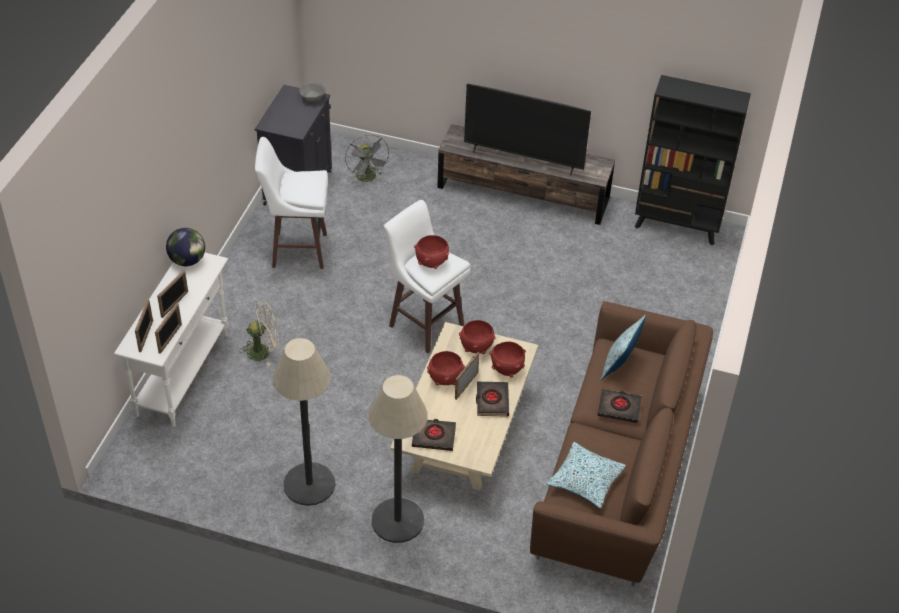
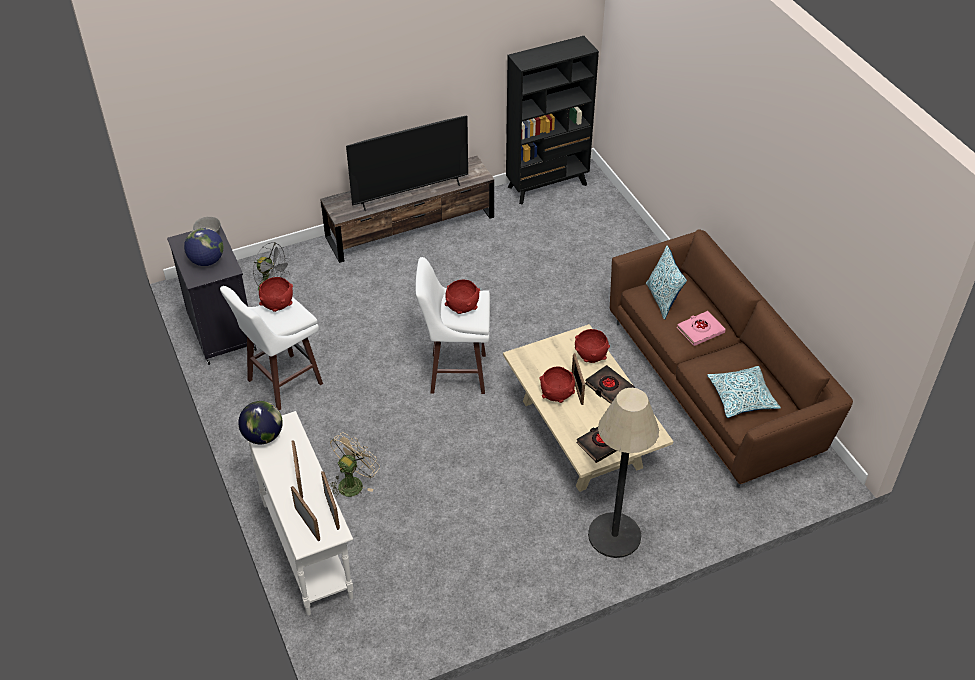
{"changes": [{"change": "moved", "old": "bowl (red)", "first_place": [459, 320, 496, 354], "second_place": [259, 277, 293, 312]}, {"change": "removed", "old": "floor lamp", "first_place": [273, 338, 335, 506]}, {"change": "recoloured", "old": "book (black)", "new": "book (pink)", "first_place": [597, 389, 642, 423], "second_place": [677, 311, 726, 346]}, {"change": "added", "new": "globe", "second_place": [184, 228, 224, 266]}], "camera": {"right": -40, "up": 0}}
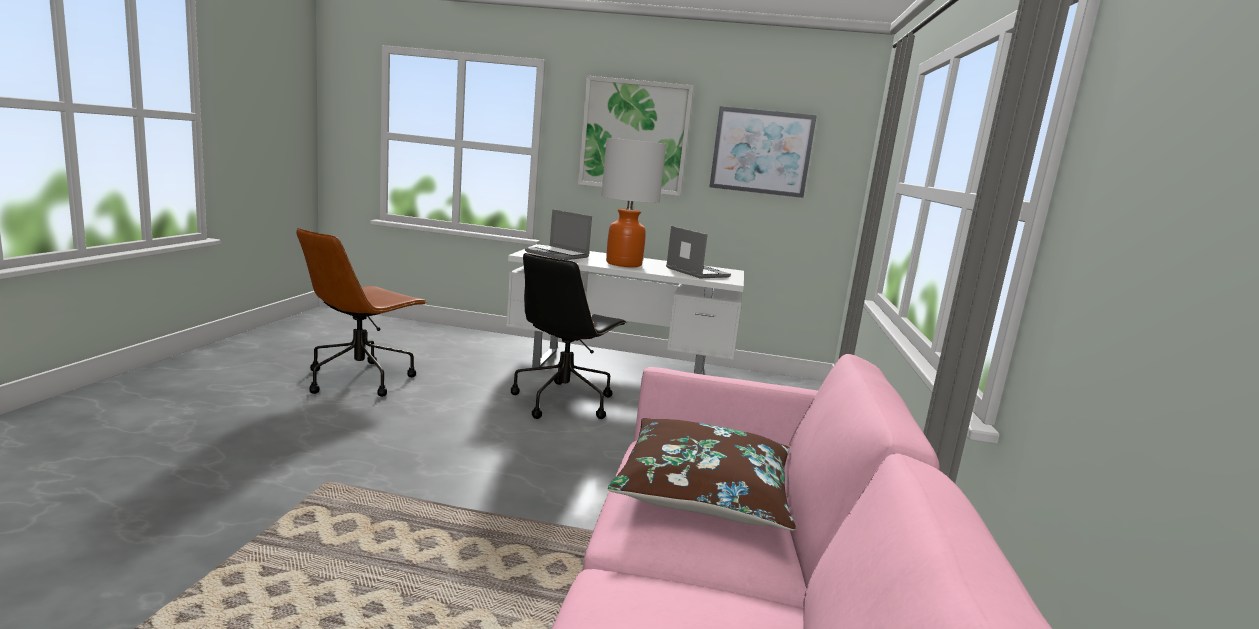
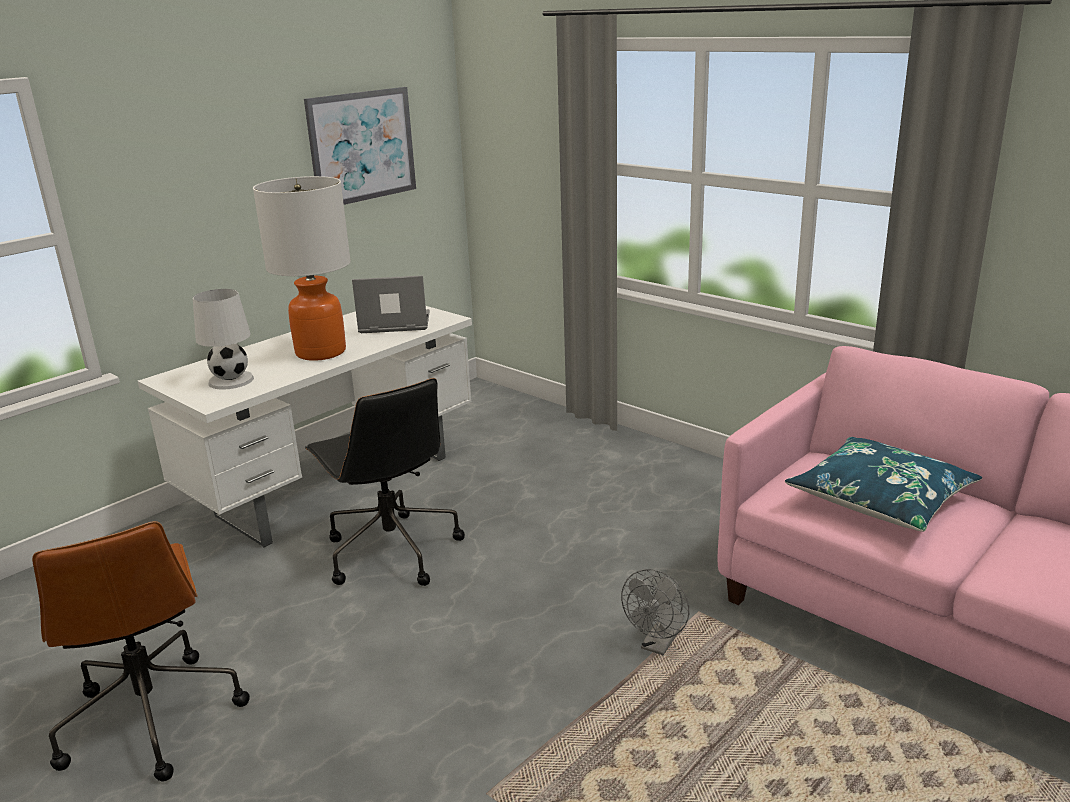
{"changes": [{"change": "removed", "old": "picture", "first_place": [578, 76, 694, 196]}, {"change": "replaced", "old": "laptop", "new": "table lamp (white)", "first_place": [525, 209, 592, 260], "second_place": [193, 289, 254, 389]}, {"change": "recoloured", "old": "pillow (brown)", "new": "pillow (blue)", "first_place": [608, 418, 796, 531], "second_place": [785, 437, 982, 532]}, {"change": "added", "new": "fan (grey)", "second_place": [621, 569, 689, 655]}], "camera": {"right": -55, "up": 10}}
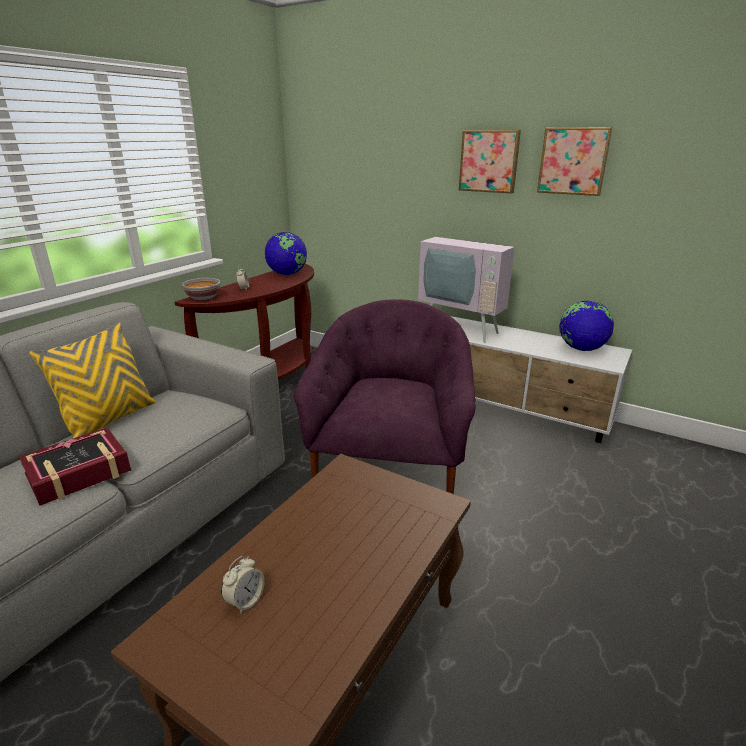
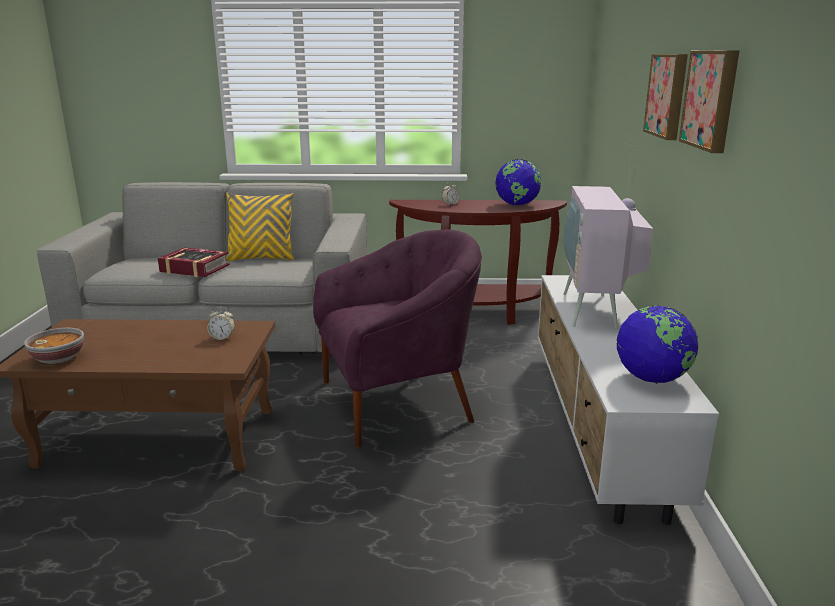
{"changes": [{"change": "moved", "old": "bowl", "first_place": [182, 278, 221, 300], "second_place": [24, 328, 84, 364]}, {"change": "moved", "old": "alarm clock", "first_place": [221, 556, 265, 614], "second_place": [207, 307, 235, 340]}], "camera": {"right": 60, "up": -5}}
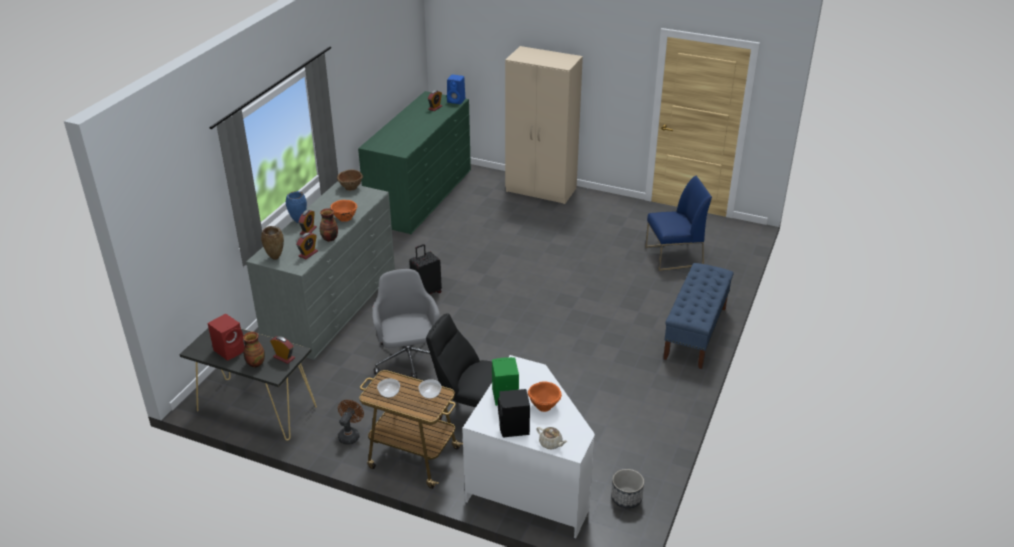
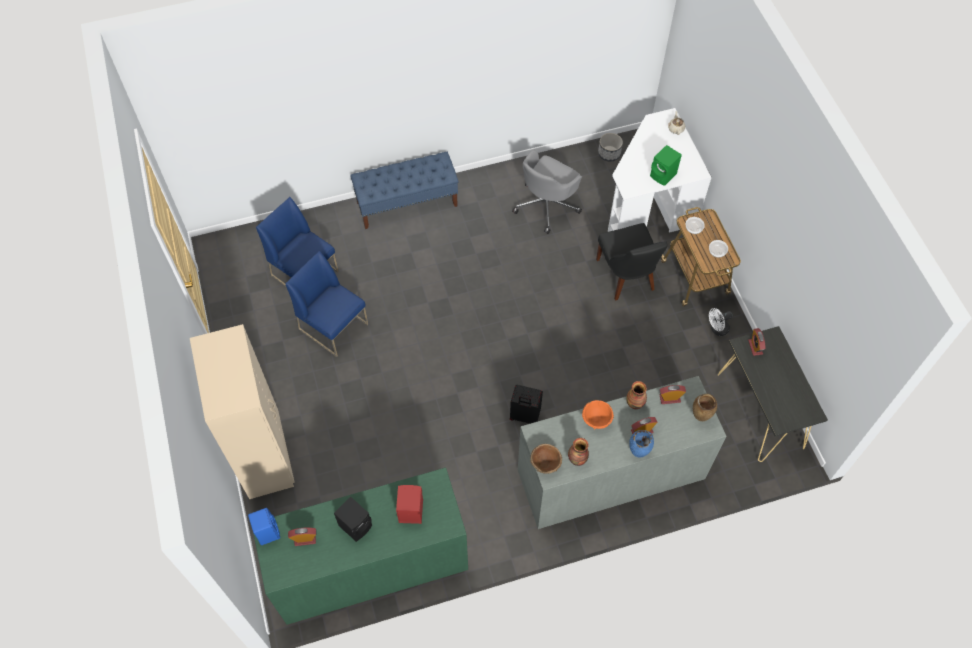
{"changes": [{"change": "moved", "old": "office chair (grey)", "first_place": [372, 269, 440, 379], "second_place": [512, 149, 582, 234]}, {"change": "moved", "old": "speaker (red)", "first_place": [208, 313, 244, 361], "second_place": [396, 485, 423, 524]}, {"change": "moved", "old": "vase", "first_place": [243, 332, 265, 367], "second_place": [568, 438, 589, 466]}, {"change": "removed", "old": "bowl (orange)", "first_place": [528, 381, 562, 412]}, {"change": "moved", "old": "speaker (black)", "first_place": [498, 389, 530, 438], "second_place": [334, 497, 372, 542]}, {"change": "recoloured", "old": "fan (brown)", "new": "fan (white)", "first_place": [338, 400, 364, 445], "second_place": [709, 308, 733, 336]}, {"change": "added", "new": "chair (blue)", "second_place": [285, 251, 368, 357]}], "camera": {"right": -130, "up": 25}}
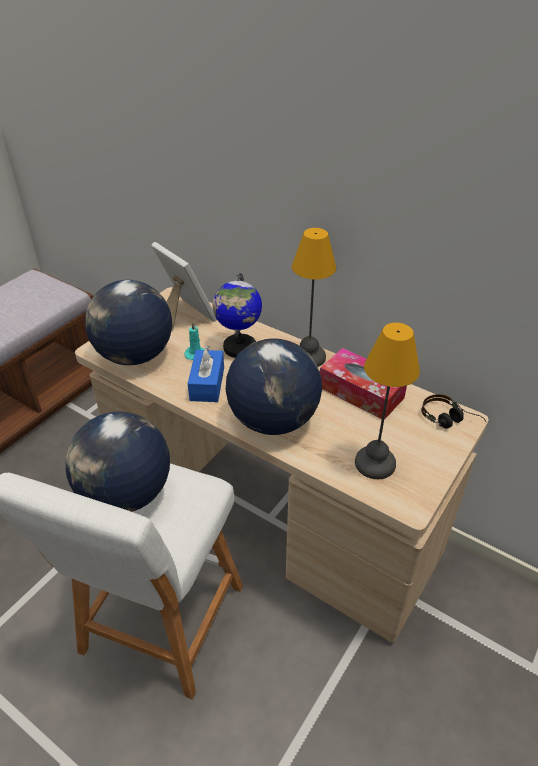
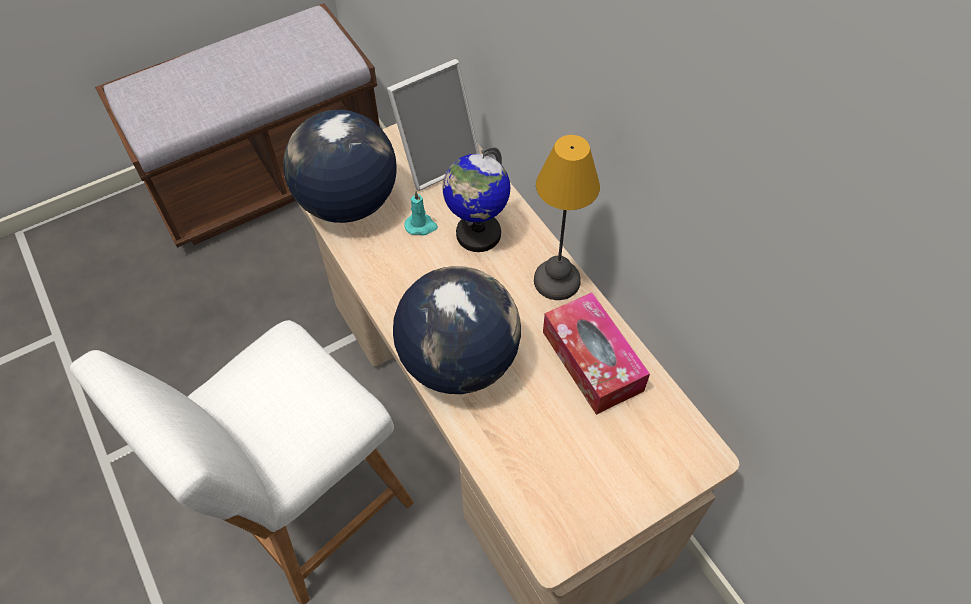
{"changes": [{"change": "turned", "old": "picture frame", "first_place": [151, 242, 217, 331], "second_place": [387, 59, 480, 191], "degrees": 75}, {"change": "removed", "old": "table lamp", "first_place": [355, 323, 420, 479]}, {"change": "removed", "old": "tissue box (blue)", "first_place": [188, 346, 224, 402]}, {"change": "removed", "old": "headphones", "first_place": [421, 394, 486, 429]}, {"change": "removed", "old": "globe", "first_place": [65, 411, 170, 512]}], "camera": {"right": 25, "up": 15}}
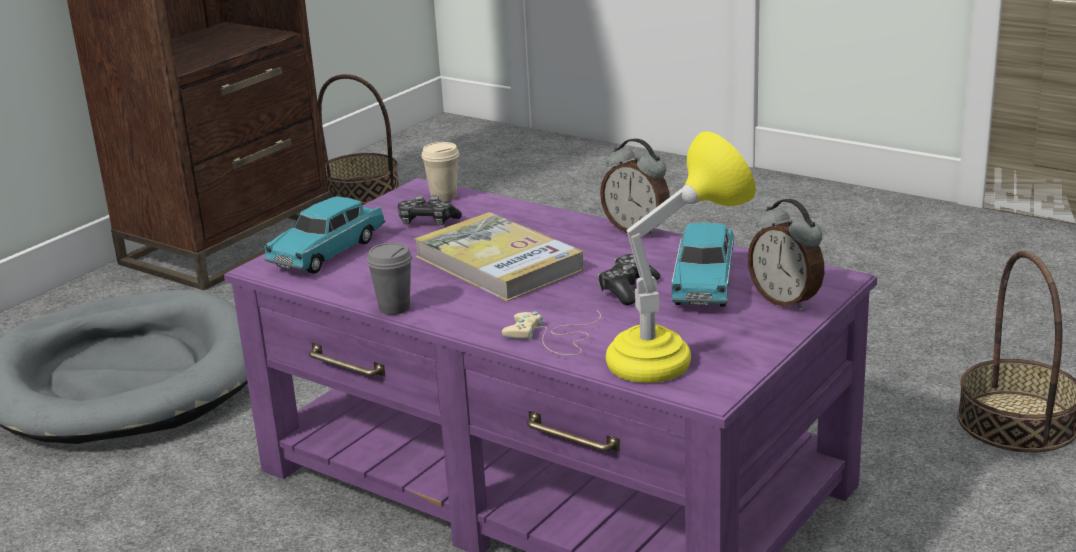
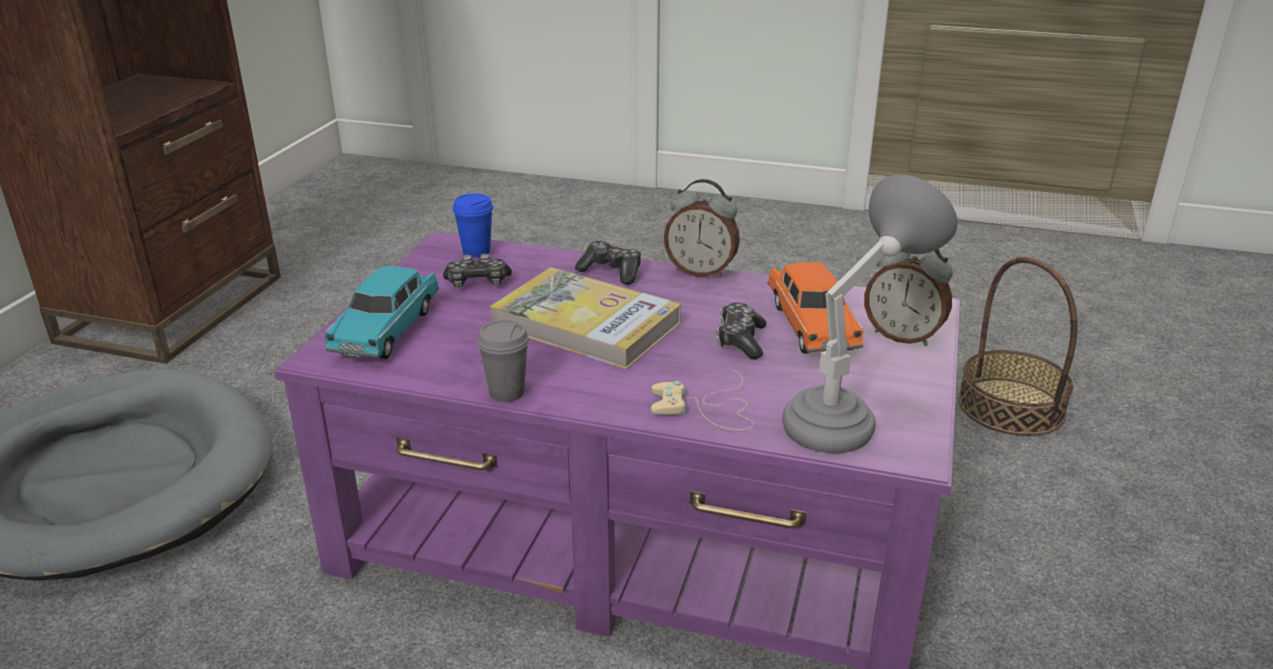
{"changes": [{"change": "removed", "old": "basket", "first_place": [318, 74, 400, 205]}, {"change": "recoloured", "old": "table lamp (yellow)", "new": "table lamp (grey)", "first_place": [606, 131, 756, 383], "second_place": [782, 175, 957, 453]}, {"change": "recoloured", "old": "cup (beige)", "new": "cup (blue)", "first_place": [421, 142, 459, 201], "second_place": [453, 194, 494, 258]}, {"change": "recoloured", "old": "toy car (turquoise)", "new": "toy car (orange)", "first_place": [672, 223, 734, 307], "second_place": [768, 262, 864, 354]}, {"change": "added", "new": "game controller", "second_place": [575, 241, 641, 285]}], "camera": {"right": -20, "up": 5}}
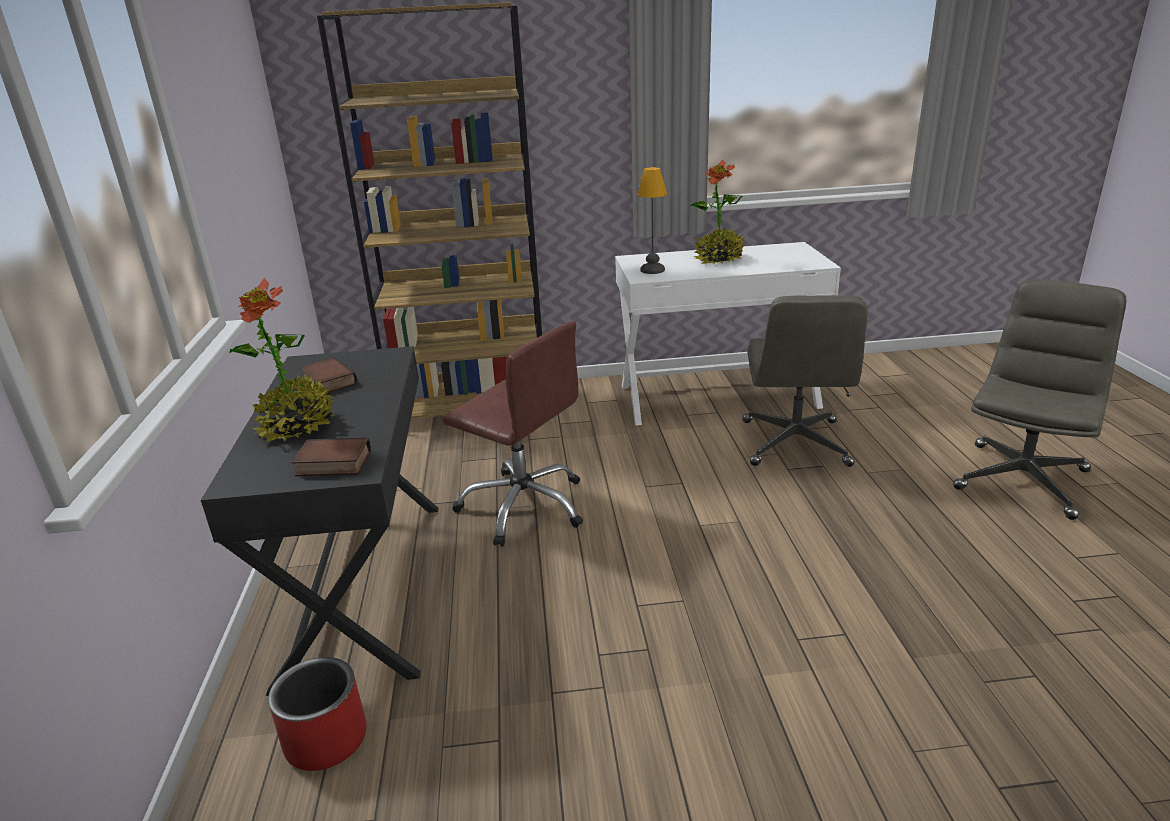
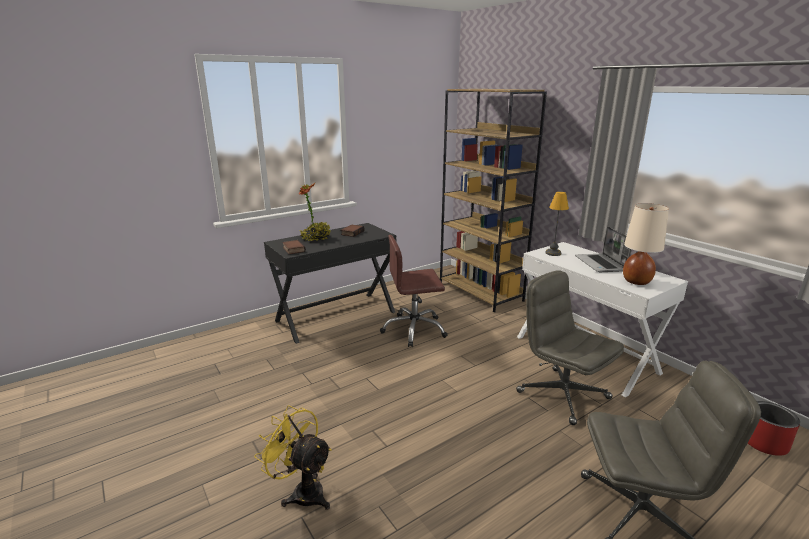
{"changes": [{"change": "replaced", "old": "potted plant", "new": "laptop", "first_place": [691, 160, 745, 264], "second_place": [575, 226, 632, 272]}, {"change": "turned", "old": "office chair (grey)", "first_place": [743, 295, 868, 467], "second_place": [516, 270, 624, 425], "degrees": 75}, {"change": "turned", "old": "office chair (brown)", "first_place": [443, 321, 583, 547], "second_place": [380, 235, 448, 347], "degrees": 75}, {"change": "moved", "old": "planter (red)", "first_place": [268, 657, 367, 771], "second_place": [748, 401, 800, 456]}, {"change": "added", "new": "table lamp (beige)", "second_place": [623, 203, 669, 285]}, {"change": "added", "new": "fan (yellow)", "second_place": [255, 405, 332, 510]}], "camera": {"right": 60, "up": -5}}
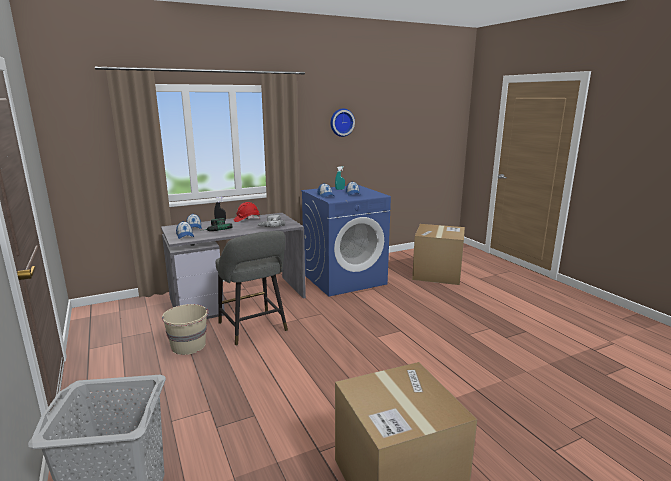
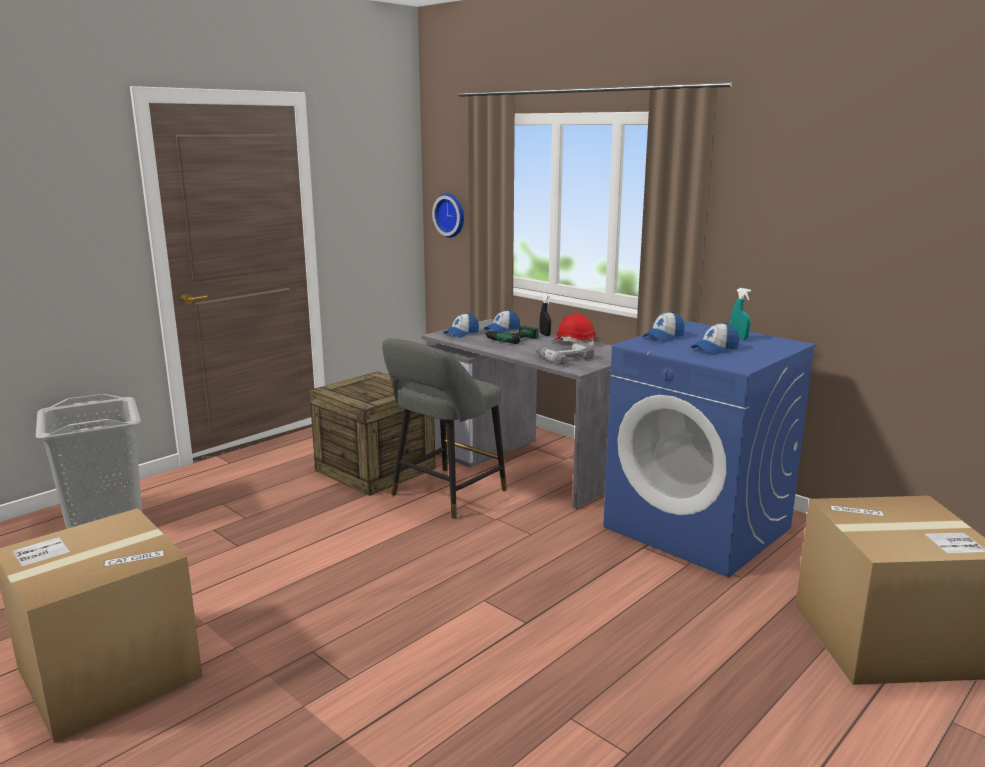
{"changes": [{"change": "moved", "old": "wall clock", "first_place": [331, 109, 355, 137], "second_place": [432, 193, 464, 238]}, {"change": "replaced", "old": "bucket (beige)", "new": "crate", "first_place": [162, 304, 208, 355], "second_place": [309, 371, 436, 496]}], "camera": {"right": 70, "up": 0}}
